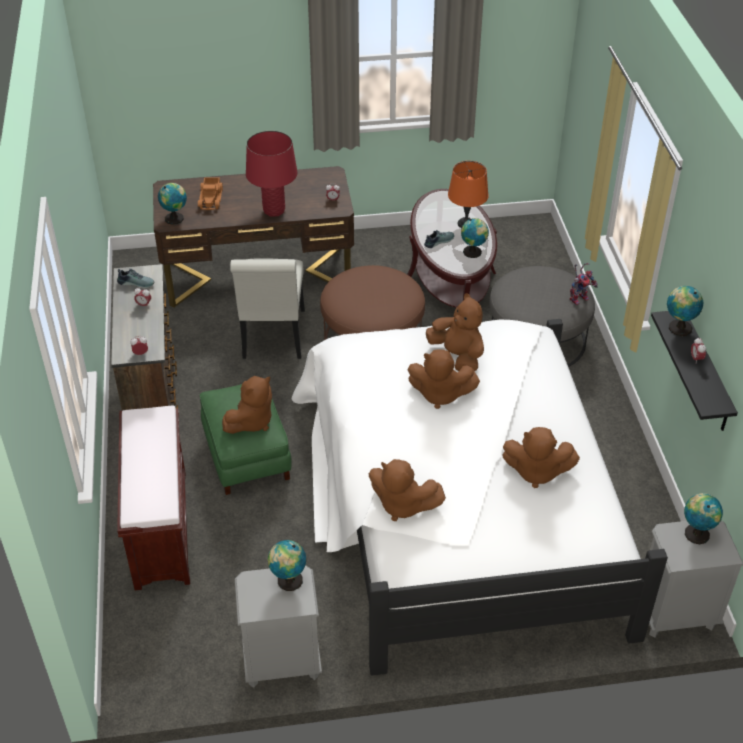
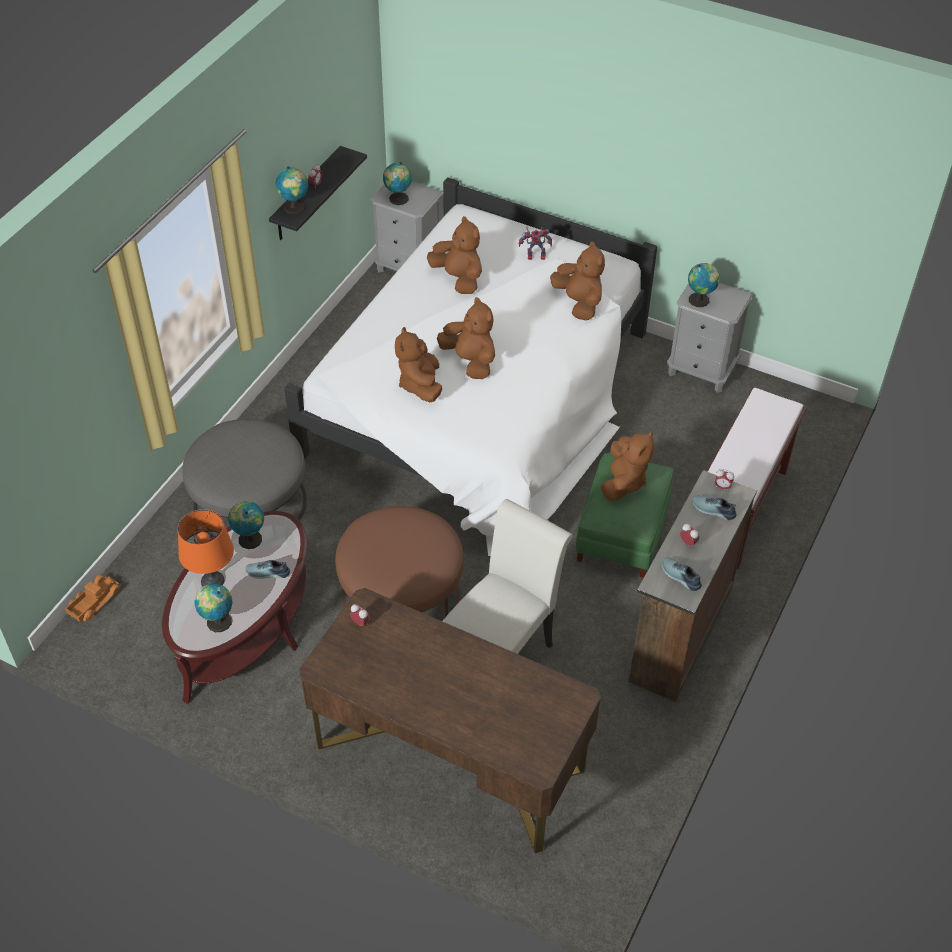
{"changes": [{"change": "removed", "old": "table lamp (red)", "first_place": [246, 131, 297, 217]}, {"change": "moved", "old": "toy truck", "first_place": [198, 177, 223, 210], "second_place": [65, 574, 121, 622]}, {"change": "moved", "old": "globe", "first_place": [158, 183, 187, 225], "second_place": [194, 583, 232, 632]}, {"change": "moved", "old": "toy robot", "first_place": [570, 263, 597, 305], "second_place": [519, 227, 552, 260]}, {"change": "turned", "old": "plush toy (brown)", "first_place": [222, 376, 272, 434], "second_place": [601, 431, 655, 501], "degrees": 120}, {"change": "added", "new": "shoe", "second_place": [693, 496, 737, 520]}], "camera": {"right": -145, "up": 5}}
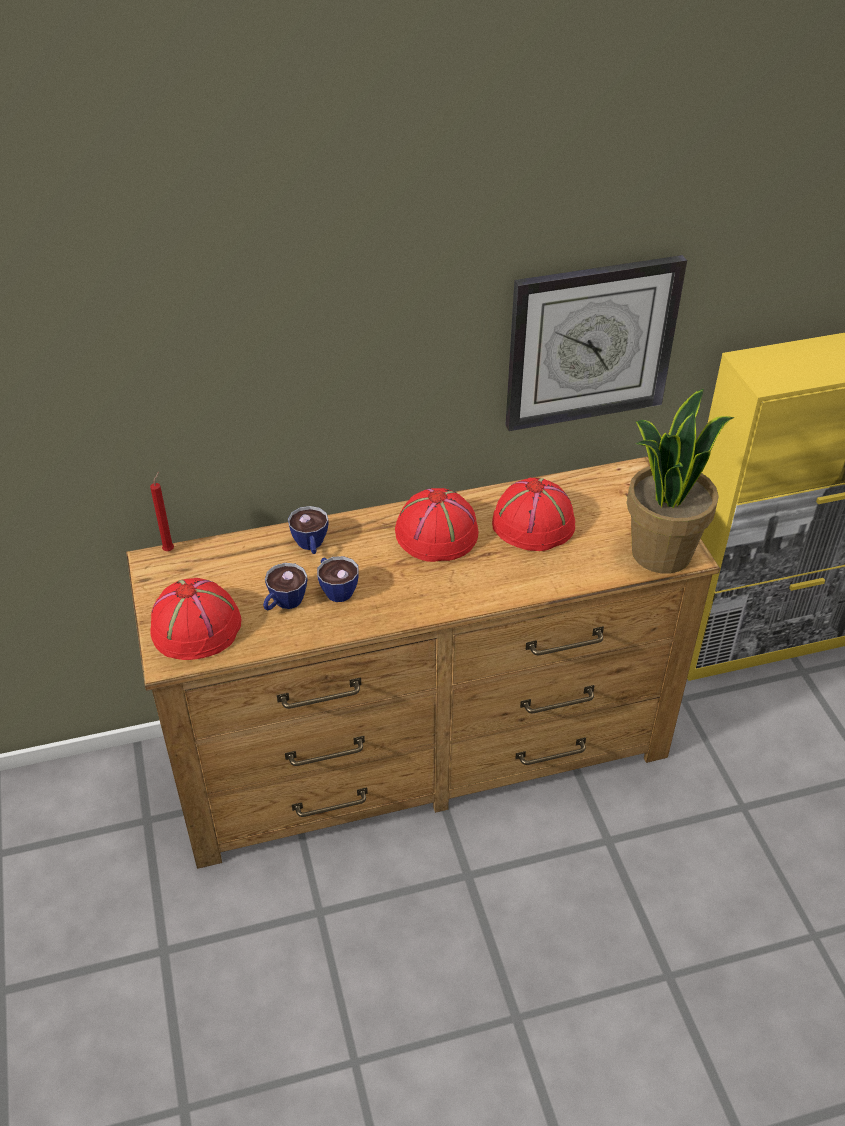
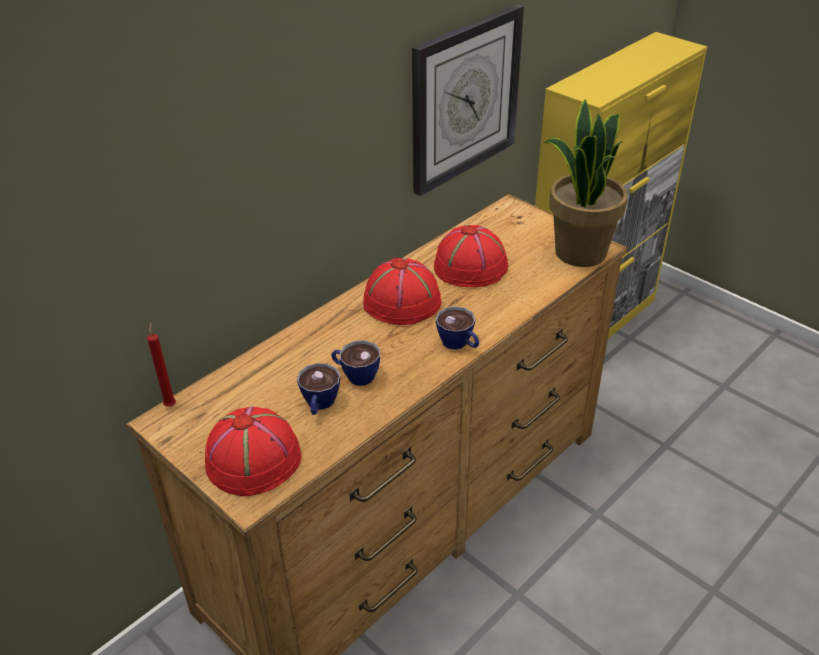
{"changes": [{"change": "moved", "old": "cup", "first_place": [288, 506, 328, 554], "second_place": [436, 306, 479, 350]}], "camera": {"right": -30, "up": -5}}
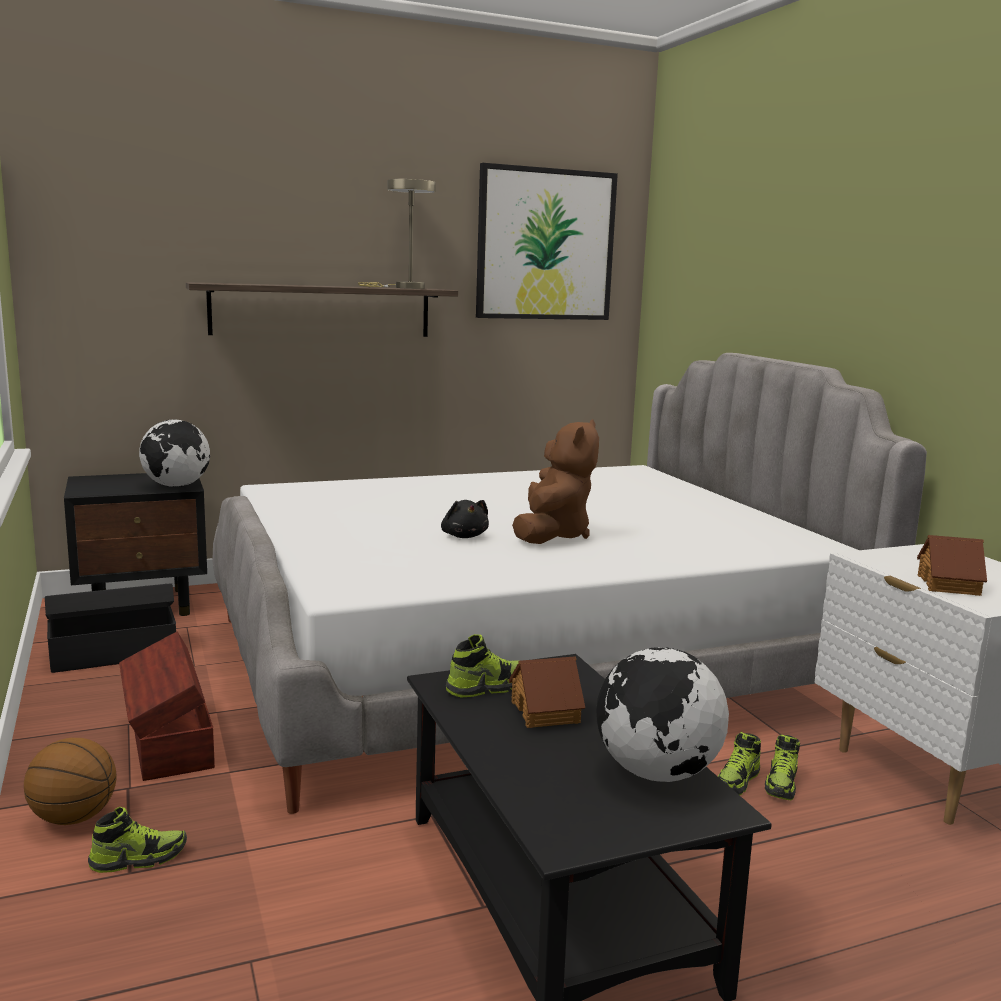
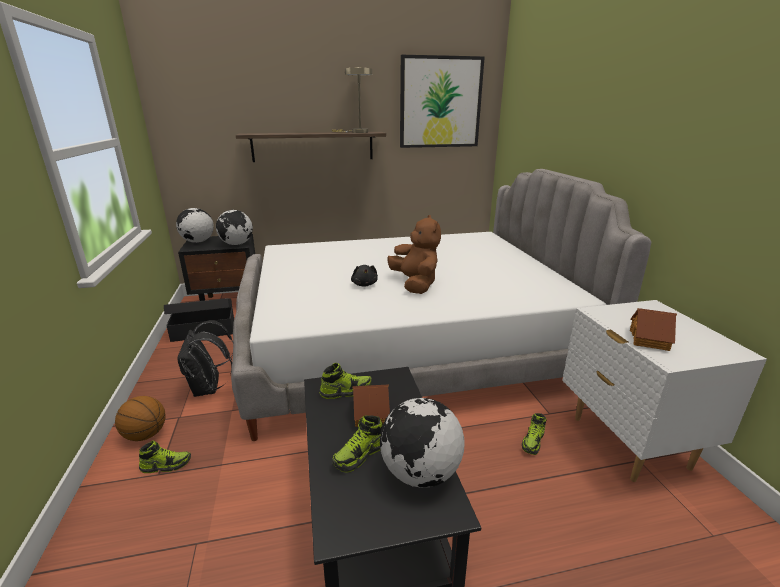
{"changes": [{"change": "turned", "old": "plush toy (brown)", "first_place": [512, 419, 599, 544], "second_place": [387, 215, 441, 294], "degrees": -45}, {"change": "replaced", "old": "storage box (brown)", "new": "backpack (black)", "first_place": [119, 632, 215, 781], "second_place": [178, 320, 233, 397]}, {"change": "moved", "old": "shoe", "first_place": [718, 732, 761, 795], "second_place": [332, 415, 383, 473]}, {"change": "added", "new": "globe", "second_place": [176, 208, 214, 243]}], "camera": {"right": 10, "up": 10}}
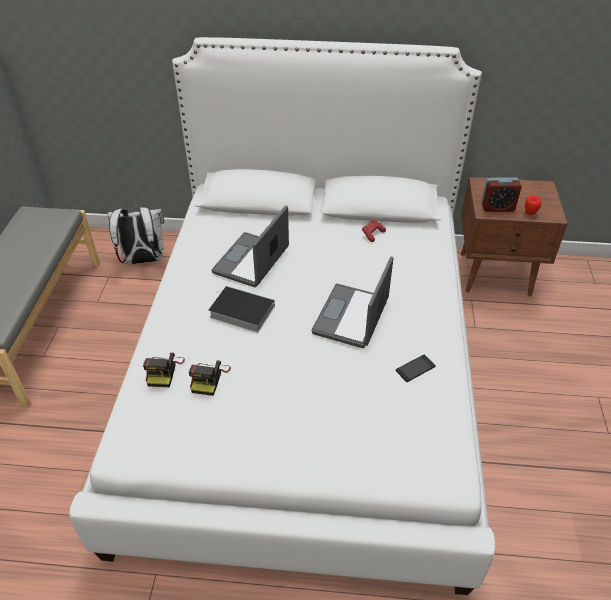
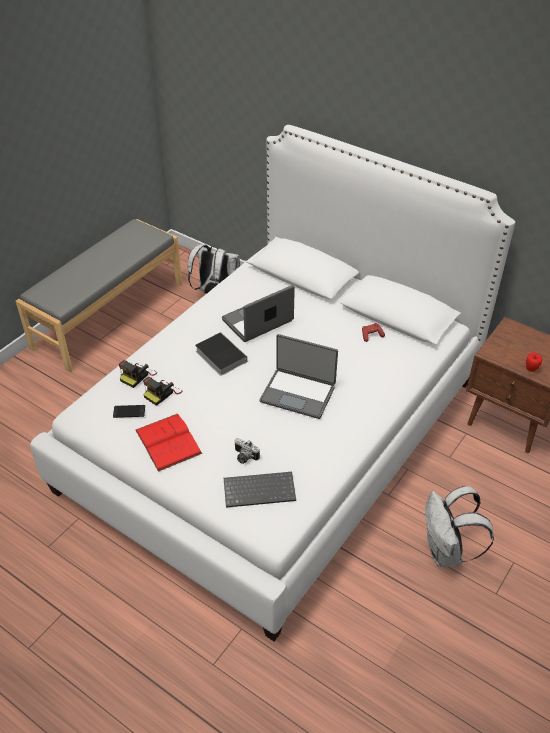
{"changes": [{"change": "removed", "old": "alarm clock", "first_place": [481, 178, 522, 212]}, {"change": "turned", "old": "laptop", "first_place": [311, 256, 393, 348], "second_place": [260, 334, 338, 419], "degrees": -120}, {"change": "moved", "old": "phone", "first_place": [396, 355, 436, 382], "second_place": [113, 405, 145, 418]}, {"change": "added", "new": "book (red)", "second_place": [135, 414, 202, 472]}, {"change": "added", "new": "photo camera", "second_place": [234, 438, 260, 464]}, {"change": "added", "new": "keyboard", "second_place": [224, 472, 296, 508]}, {"change": "added", "new": "backpack (white)", "second_place": [425, 486, 494, 567]}], "camera": {"right": 30, "up": 0}}
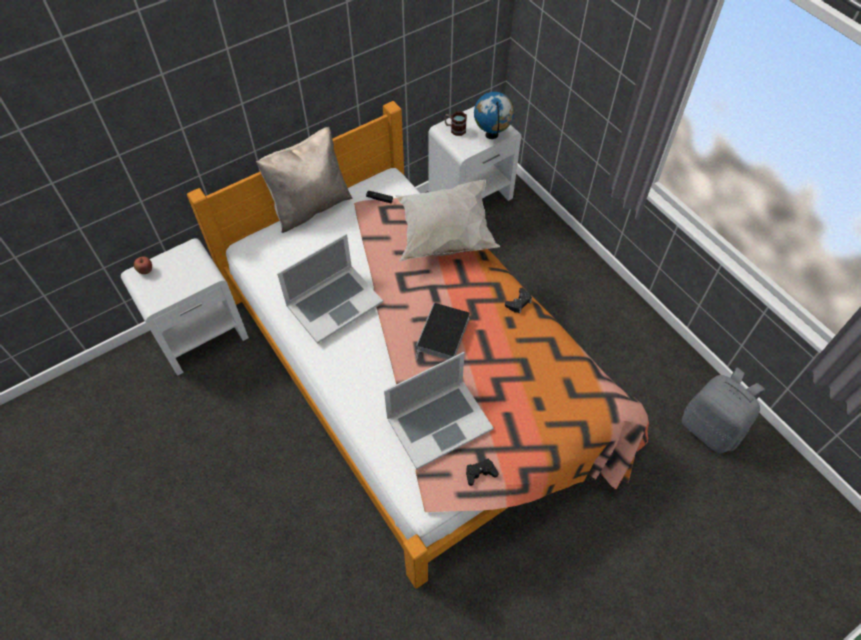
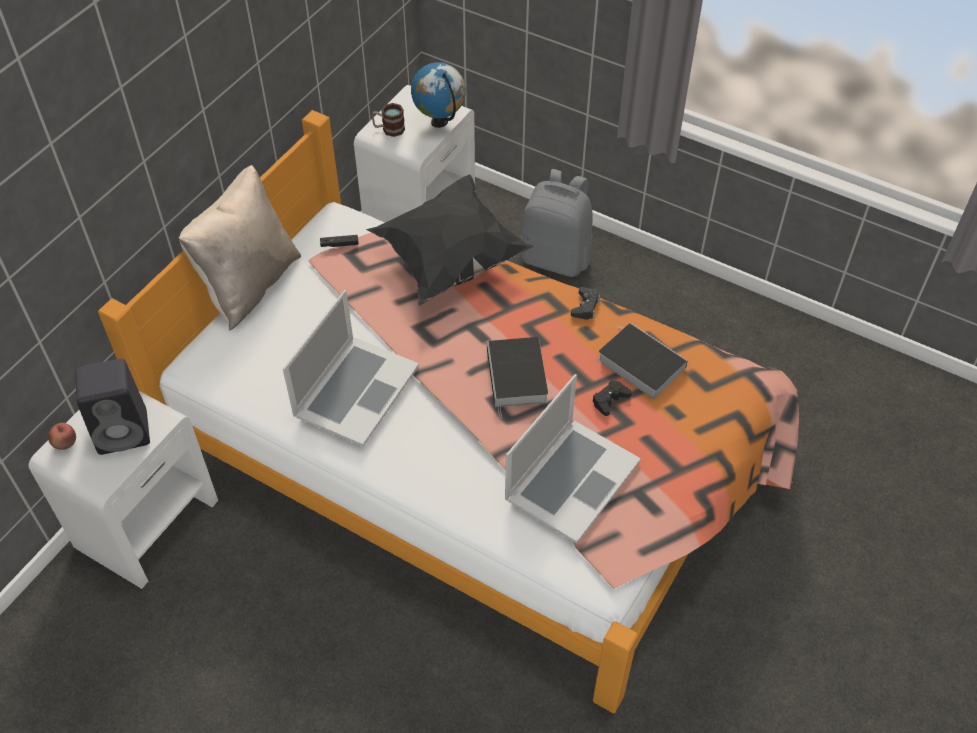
{"changes": [{"change": "recoloured", "old": "pillow (white)", "new": "pillow (black)", "first_place": [395, 180, 500, 262], "second_place": [366, 174, 534, 306]}, {"change": "moved", "old": "backpack (grey)", "first_place": [682, 368, 765, 454], "second_place": [521, 169, 593, 277]}, {"change": "moved", "old": "game controller (black)", "first_place": [466, 459, 498, 486], "second_place": [592, 380, 632, 416]}, {"change": "added", "new": "book", "second_place": [598, 323, 688, 399]}, {"change": "added", "new": "speaker (black)", "second_place": [75, 359, 150, 455]}], "camera": {"right": -25, "up": -5}}
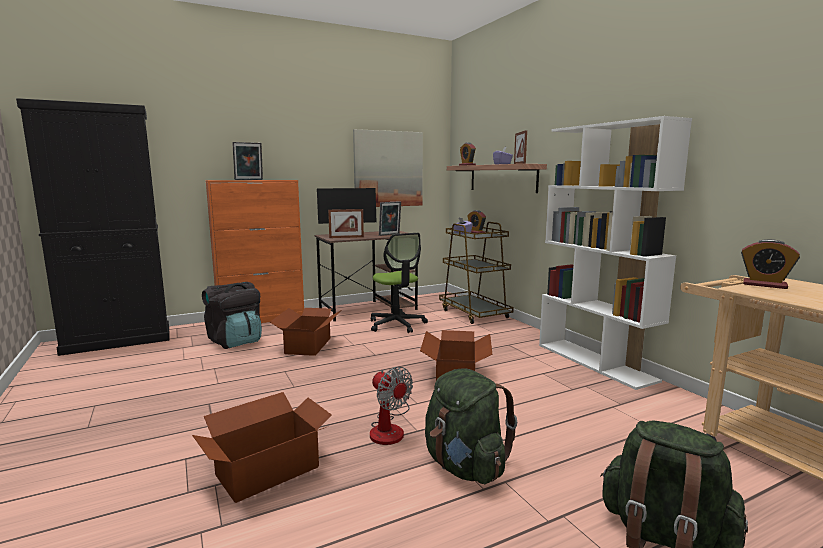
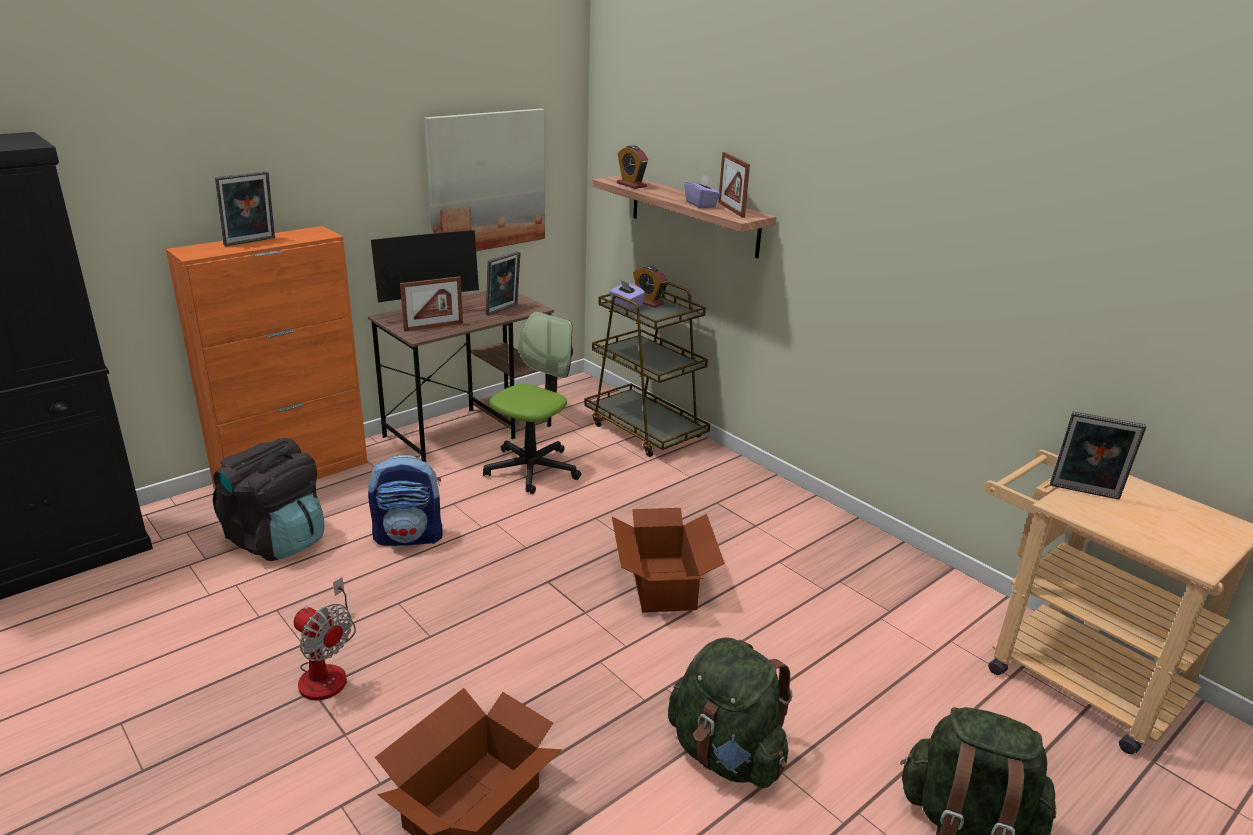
{"changes": [{"change": "removed", "old": "bookcase (white)", "first_place": [539, 116, 692, 390]}, {"change": "turned", "old": "office chair", "first_place": [371, 233, 428, 333], "second_place": [483, 312, 581, 494], "degrees": -105}, {"change": "replaced", "old": "alarm clock", "new": "picture frame", "first_place": [741, 239, 800, 289], "second_place": [1050, 411, 1146, 500]}, {"change": "replaced", "old": "cardboard box", "new": "backpack", "first_place": [270, 308, 340, 356], "second_place": [368, 454, 443, 546]}, {"change": "moved", "old": "fan", "first_place": [370, 367, 413, 445], "second_place": [294, 577, 356, 700]}], "camera": {"right": -15, "up": 15}}
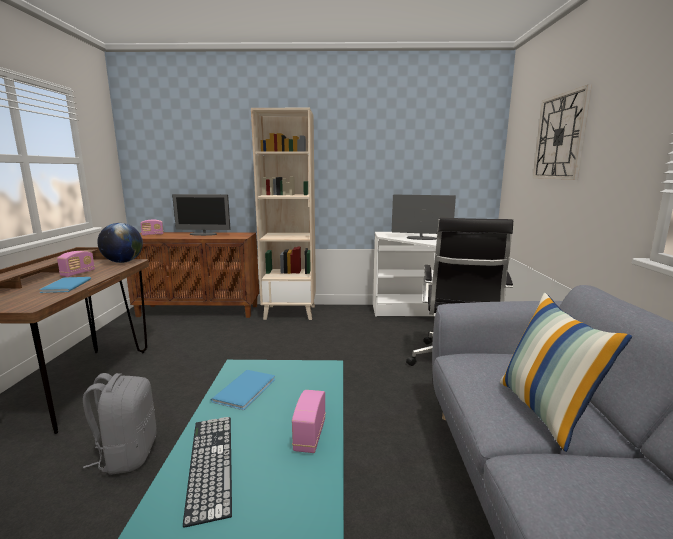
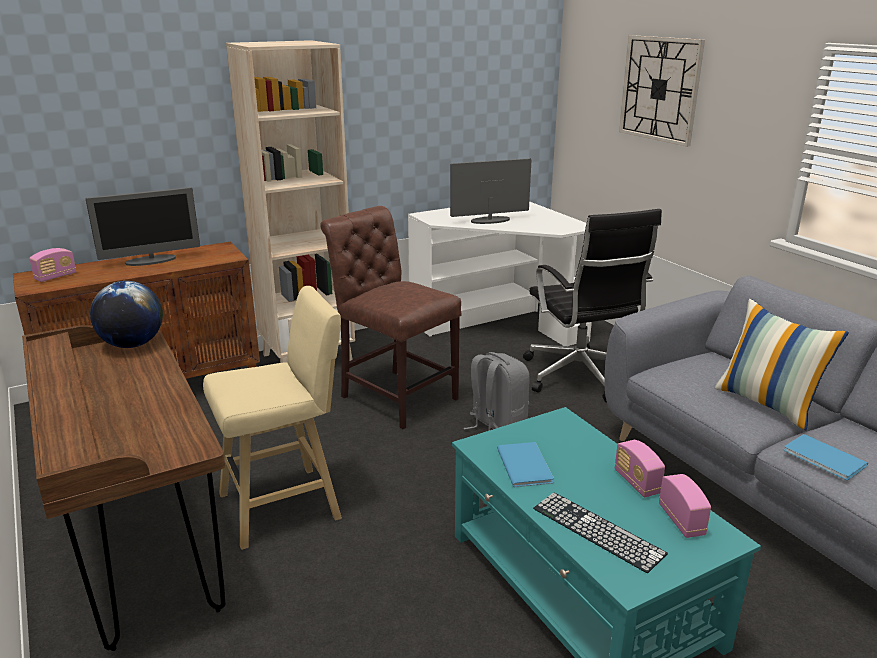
{"changes": [{"change": "moved", "old": "radio", "first_place": [57, 251, 95, 277], "second_place": [659, 474, 711, 538]}, {"change": "moved", "old": "book (blue)", "first_place": [39, 277, 91, 293], "second_place": [784, 434, 868, 480]}, {"change": "moved", "old": "backpack (grey)", "first_place": [83, 373, 157, 475], "second_place": [463, 352, 530, 431]}, {"change": "added", "new": "chair (brown)", "second_place": [320, 206, 461, 429]}, {"change": "added", "new": "stool (beige)", "second_place": [203, 286, 342, 550]}], "camera": {"right": -30, "up": 10}}
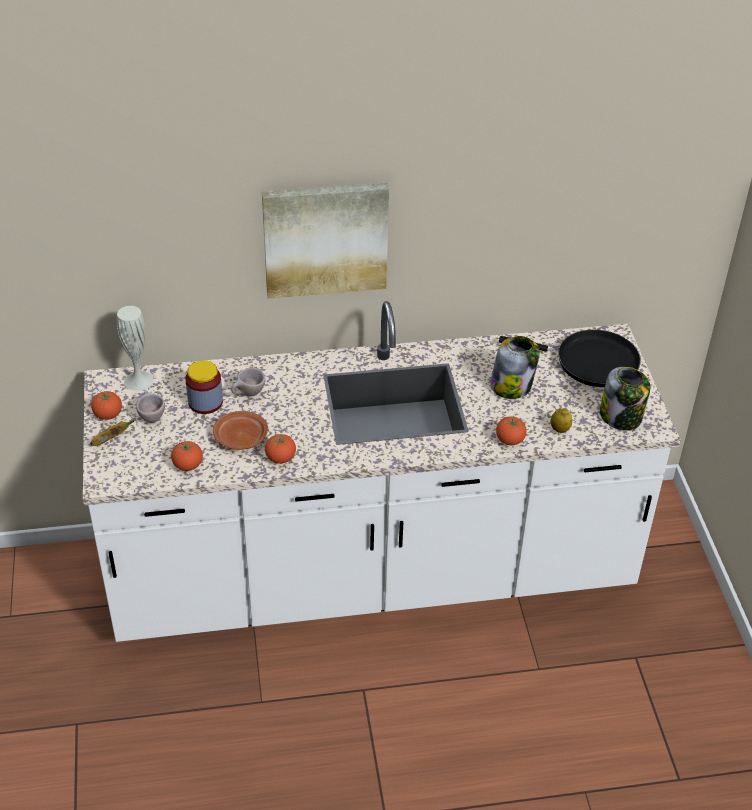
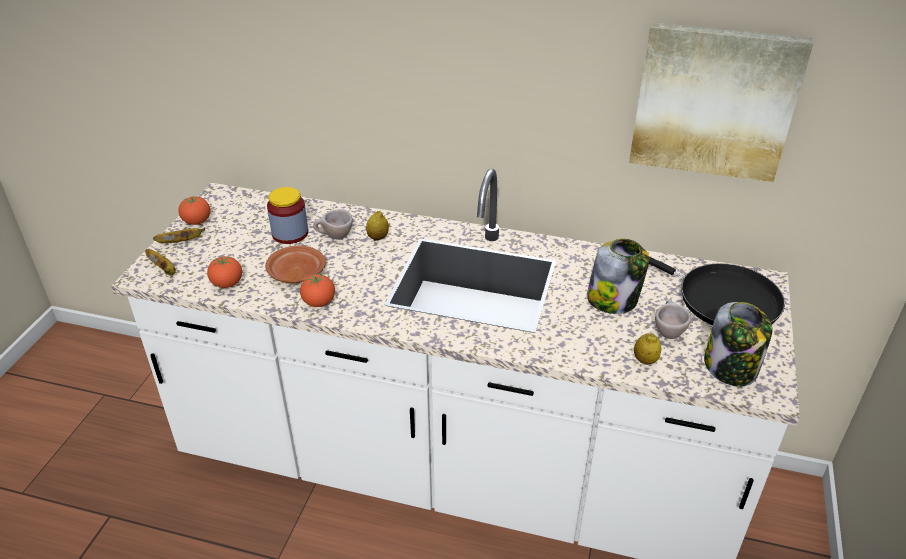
{"changes": [{"change": "moved", "old": "picture", "first_place": [262, 183, 389, 299], "second_place": [629, 22, 813, 182]}, {"change": "removed", "old": "vase (white)", "first_place": [117, 306, 154, 391]}, {"change": "moved", "old": "cup (beige)", "first_place": [136, 390, 165, 423], "second_place": [655, 299, 691, 339]}, {"change": "removed", "old": "tomato", "first_place": [496, 416, 527, 445]}, {"change": "added", "new": "lemon", "second_place": [366, 211, 389, 241]}, {"change": "added", "new": "banana", "second_place": [145, 249, 176, 276]}], "camera": {"right": 25, "up": -5}}
